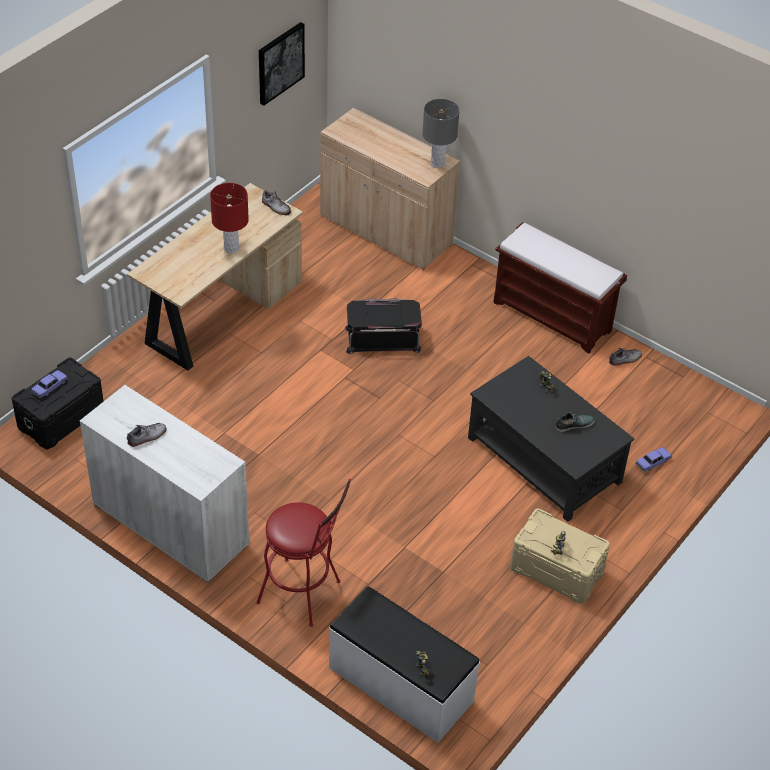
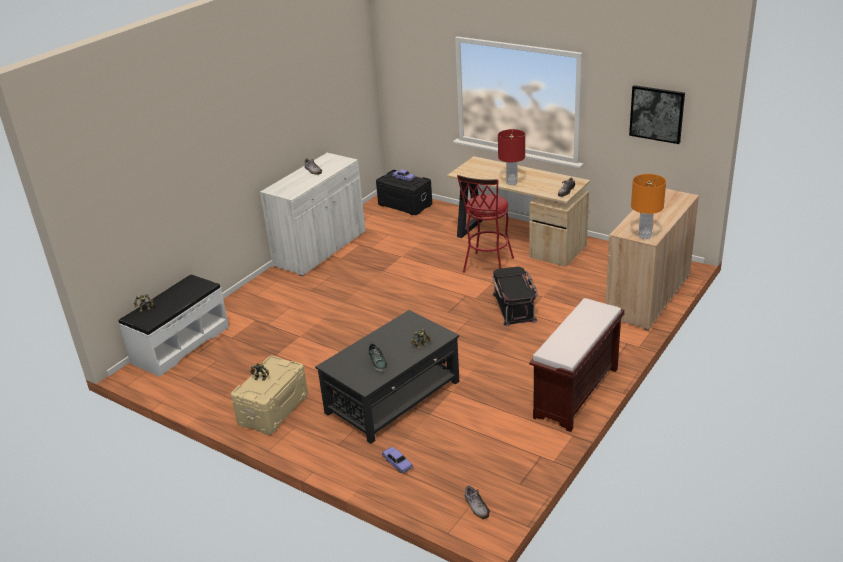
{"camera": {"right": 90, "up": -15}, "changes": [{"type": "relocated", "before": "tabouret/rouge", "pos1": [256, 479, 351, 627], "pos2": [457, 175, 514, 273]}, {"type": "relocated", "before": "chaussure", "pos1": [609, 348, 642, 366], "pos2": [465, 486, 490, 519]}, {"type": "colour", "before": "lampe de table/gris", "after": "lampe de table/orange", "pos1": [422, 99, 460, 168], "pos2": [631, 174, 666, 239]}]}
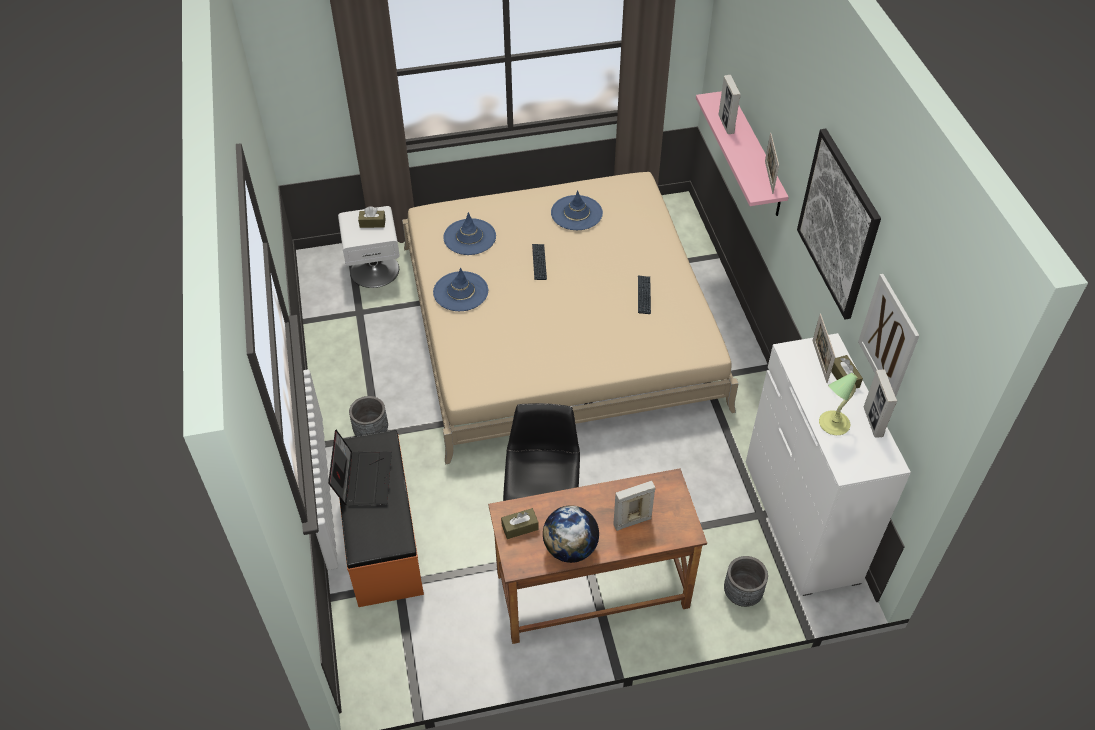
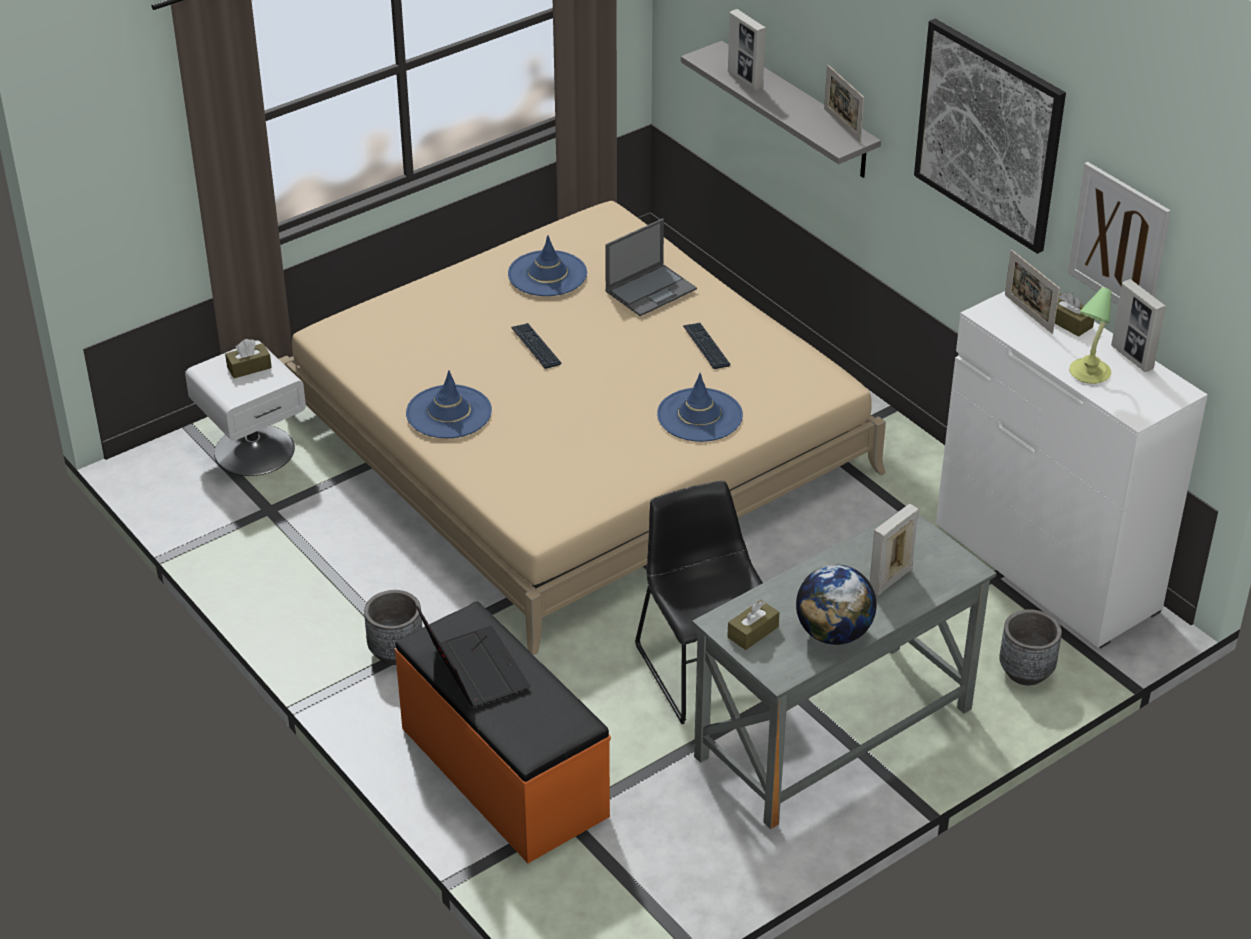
{"camera": {"right": -25, "up": -10}, "changes": [{"type": "appeared", "after": "ordinateur portable", "pos2": [605, 218, 697, 316]}, {"type": "relocated", "before": "chapeau/bleu", "pos1": [443, 212, 496, 255], "pos2": [657, 373, 743, 442]}, {"type": "colour", "before": "bureau/marron", "after": "bureau/gris", "pos1": [488, 468, 707, 644], "pos2": [692, 511, 997, 829]}, {"type": "colour", "before": "étagère/rose", "after": "étagère/gris", "pos1": [696, 91, 789, 216], "pos2": [681, 41, 881, 178]}]}
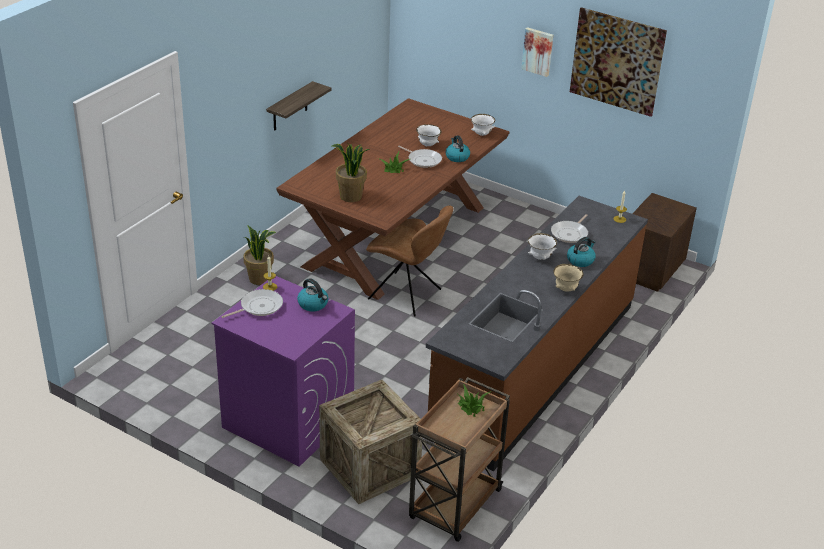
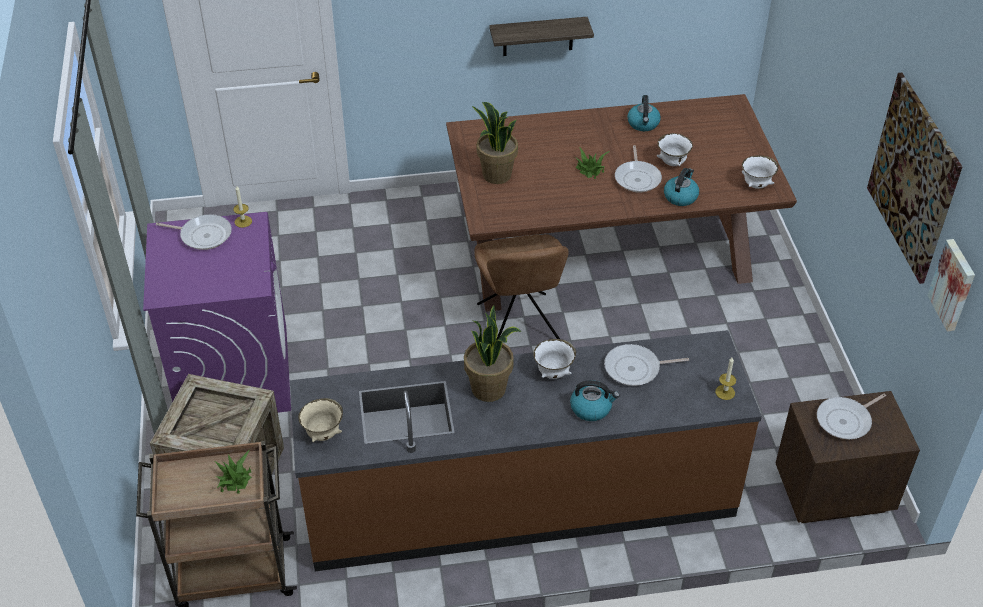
{"camera": {"right": 50, "up": 10}, "changes": [{"type": "appeared", "after": "poêle", "pos2": [817, 394, 886, 439]}, {"type": "relocated", "before": "plante en pot", "pos1": [243, 225, 276, 285], "pos2": [464, 305, 521, 402]}, {"type": "relocated", "before": "bouilloire", "pos1": [297, 278, 328, 312], "pos2": [627, 95, 661, 131]}, {"type": "relocated", "before": "tableau", "pos1": [521, 27, 553, 77], "pos2": [927, 239, 975, 331]}, {"type": "relocated", "before": "bol/beige", "pos1": [553, 264, 584, 292], "pos2": [298, 398, 343, 442]}]}
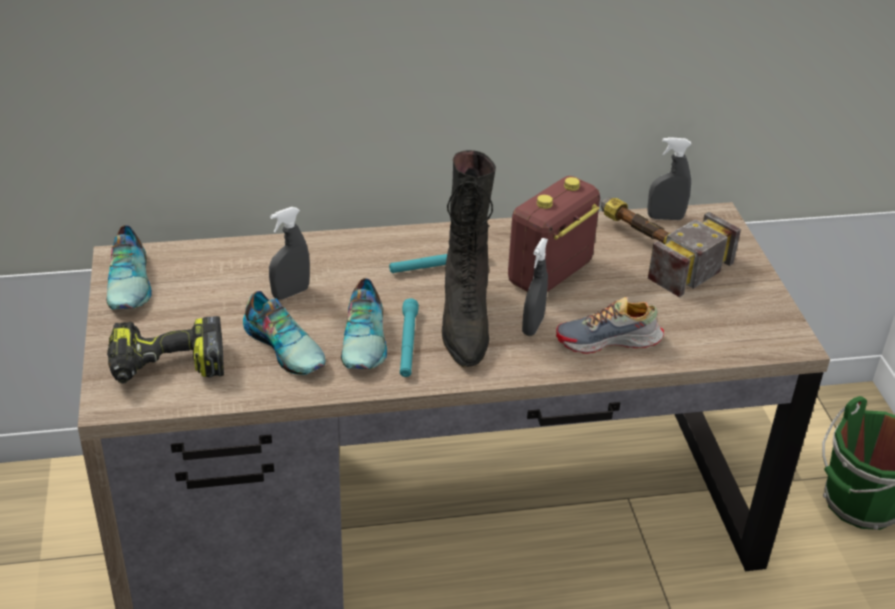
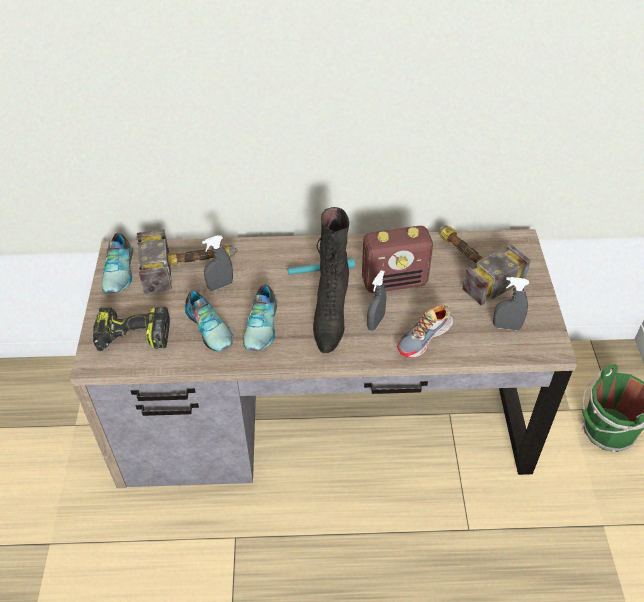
{"camera": {"right": 10, "up": 10}, "changes": [{"type": "missing", "before": "lampe de poche/turquoise", "pos1": [400, 298, 419, 377]}, {"type": "appeared", "after": "marteau", "pos2": [137, 229, 237, 294]}, {"type": "relocated", "before": "vaporisateur/gris", "pos1": [647, 137, 691, 220], "pos2": [493, 277, 529, 330]}, {"type": "spun", "before": "radio", "pos1": [508, 176, 600, 292], "pos2": [362, 226, 433, 293], "turn": -150}, {"type": "spun", "before": "chaussure", "pos1": [556, 297, 664, 354], "pos2": [397, 304, 453, 358], "turn": -45}]}
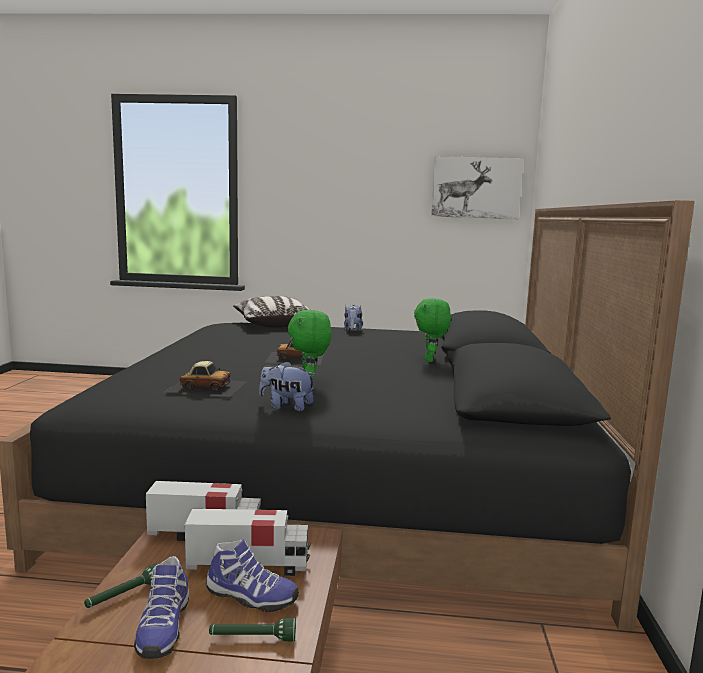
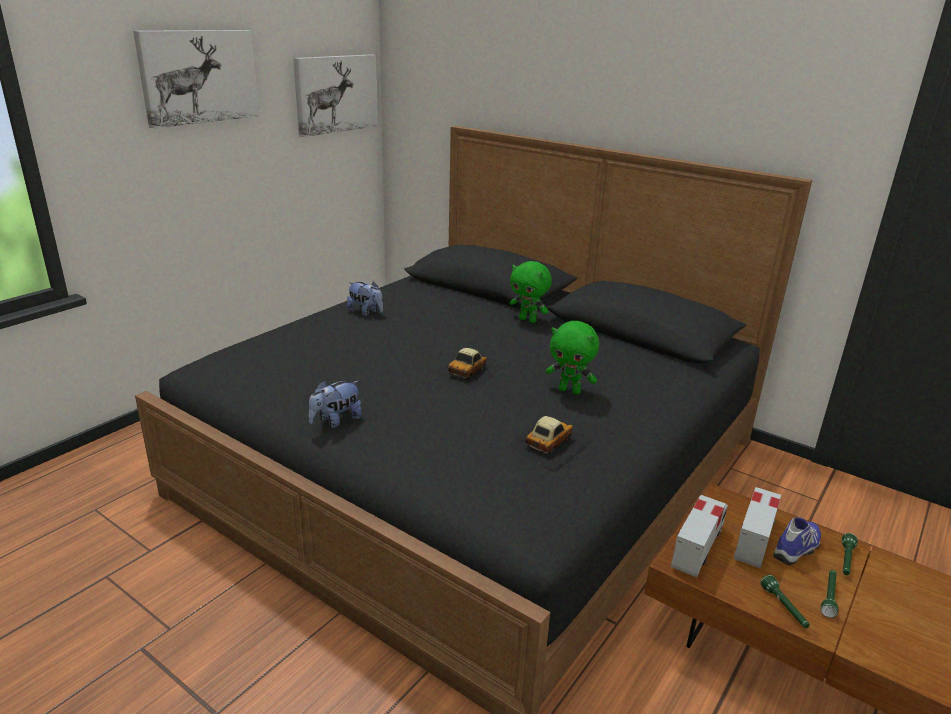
{"camera": {"right": -60, "up": 15}, "changes": [{"type": "missing", "before": "coussin", "pos1": [233, 296, 310, 327]}, {"type": "appeared", "after": "tableau", "pos2": [133, 30, 259, 128]}, {"type": "relocated", "before": "peluche", "pos1": [259, 361, 316, 412], "pos2": [308, 381, 362, 428]}, {"type": "exchanged", "before": "chaussure", "after": "lampe de poche/vert", "pos1": [134, 556, 189, 659], "pos2": [821, 570, 839, 618]}]}
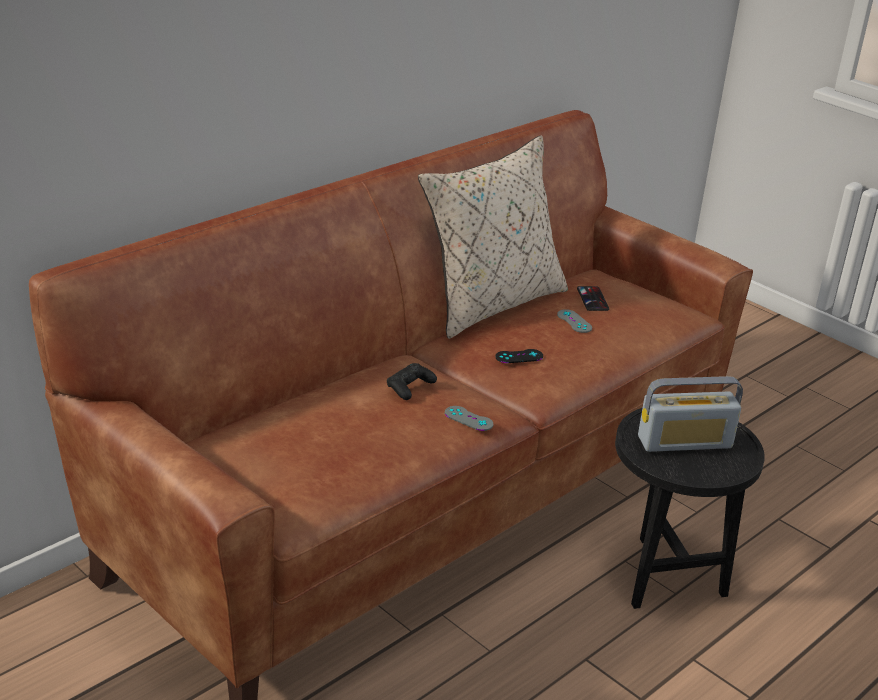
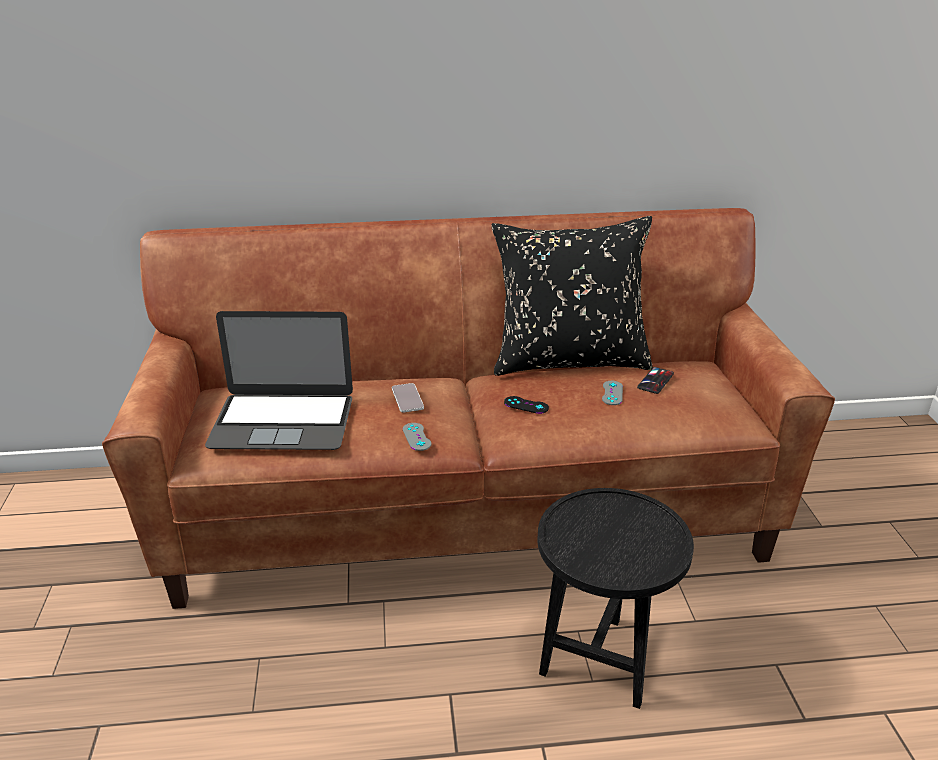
{"camera": {"right": 40, "up": 0}, "changes": [{"type": "missing", "before": "radio", "pos1": [638, 376, 743, 452]}, {"type": "appeared", "after": "ordinateur portable", "pos2": [205, 311, 353, 450]}, {"type": "exchanged", "before": "manette/noir", "after": "téléphone", "pos1": [387, 363, 437, 400], "pos2": [392, 383, 424, 413]}, {"type": "colour", "before": "coussin/beige", "after": "coussin/noir", "pos1": [418, 135, 568, 339], "pos2": [491, 216, 653, 376]}]}
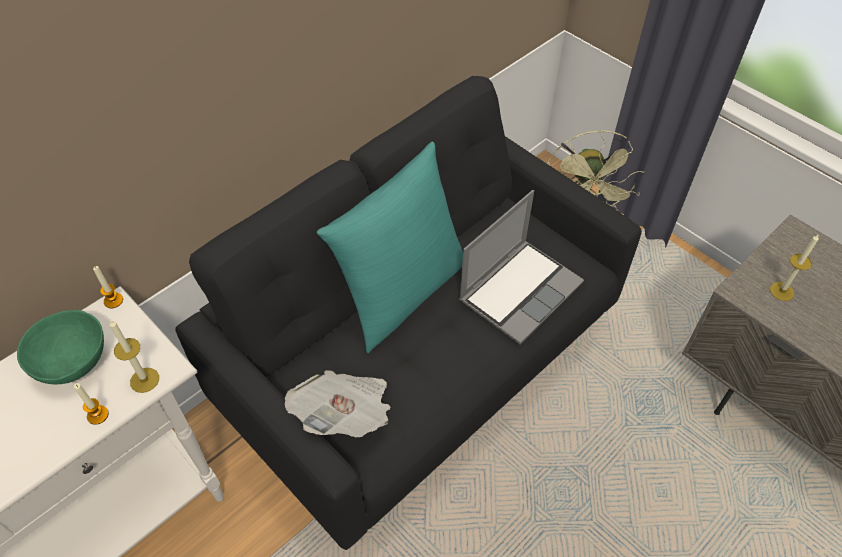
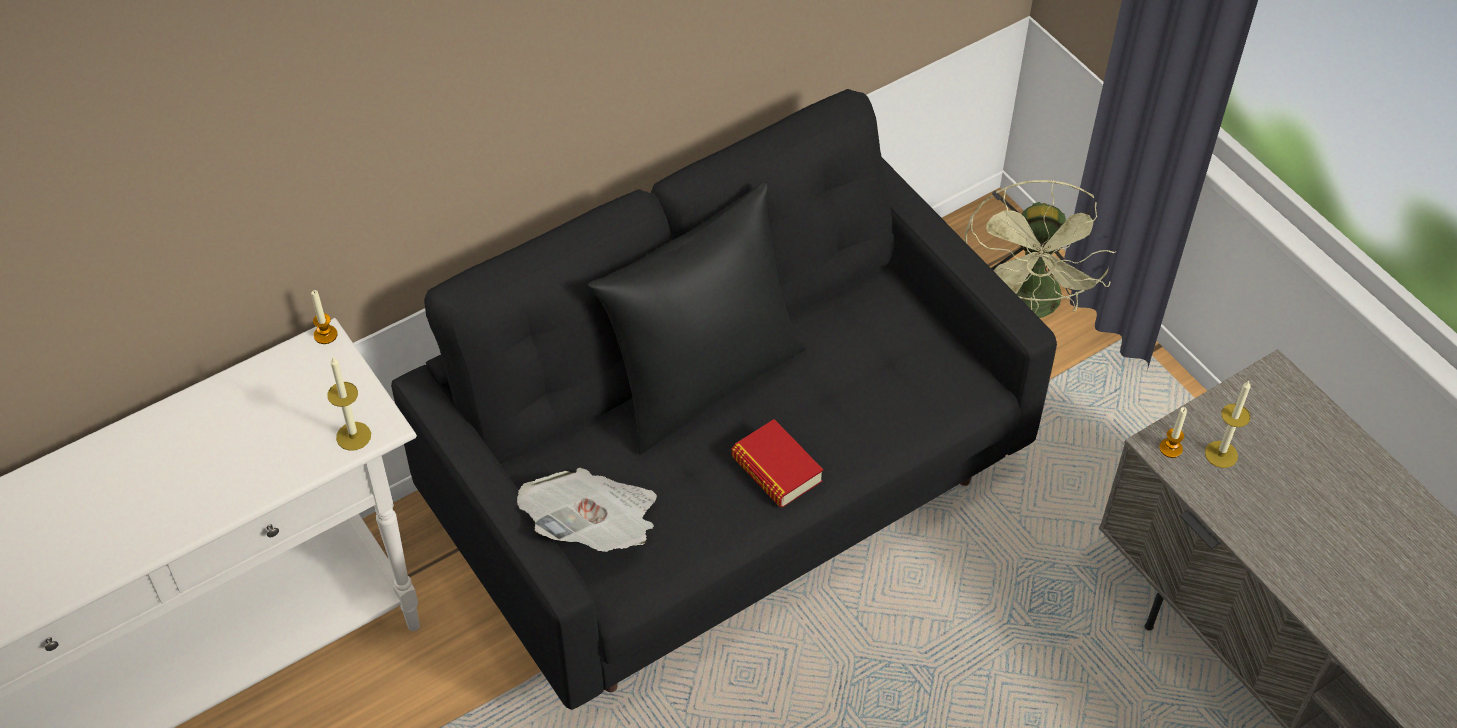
{"camera": {"right": 10, "up": 0}, "changes": [{"type": "missing", "before": "bol/vert", "pos1": [17, 310, 104, 384]}, {"type": "missing", "before": "ordinateur portable", "pos1": [459, 190, 584, 344]}, {"type": "appeared", "after": "livre", "pos2": [731, 419, 823, 507]}, {"type": "relocated", "before": "bougie", "pos1": [74, 383, 109, 425], "pos2": [1159, 407, 1187, 458]}, {"type": "colour", "before": "coussin/turquoise", "after": "coussin/noir", "pos1": [317, 142, 463, 353], "pos2": [588, 181, 806, 455]}]}
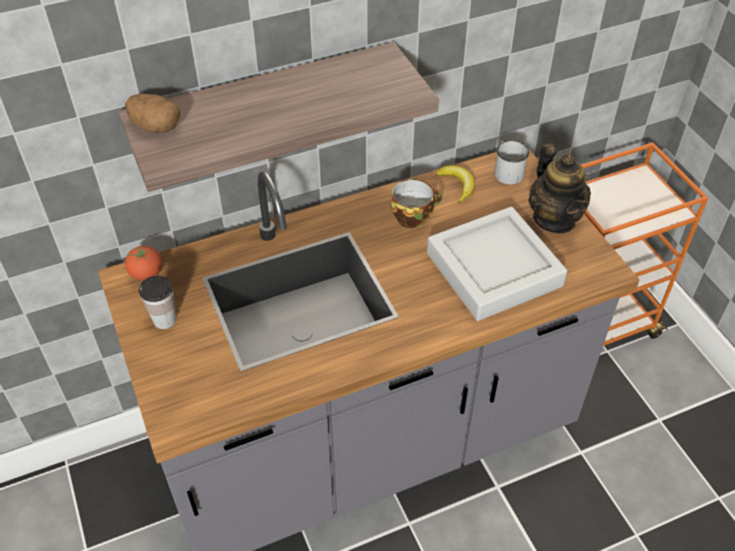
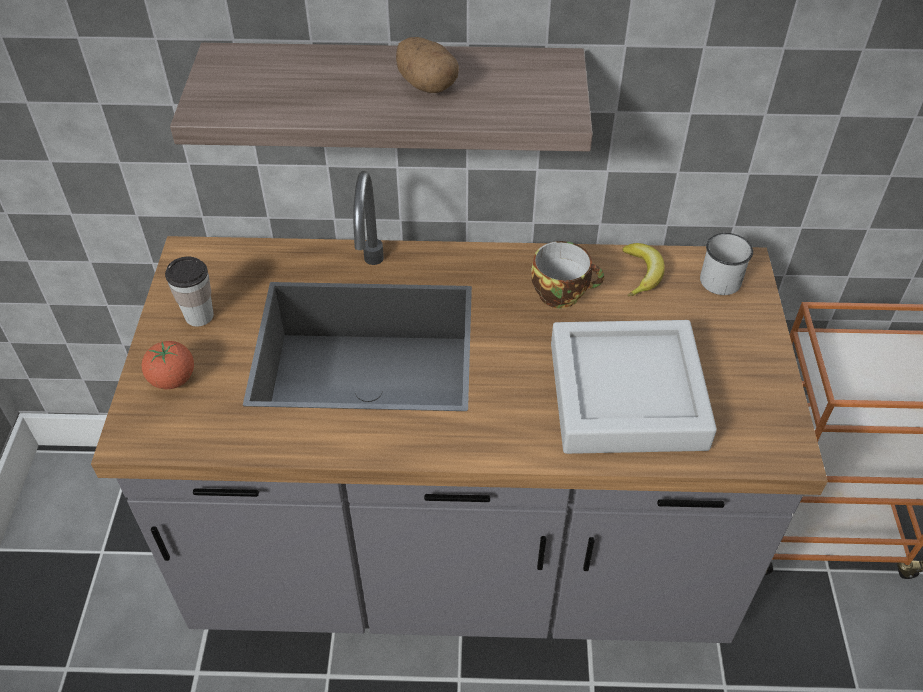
{"camera": {"right": 25, "up": 0}, "changes": [{"type": "missing", "before": "théière", "pos1": [528, 144, 591, 234]}, {"type": "relocated", "before": "pomme de terre", "pos1": [125, 94, 180, 133], "pos2": [396, 37, 459, 93]}, {"type": "relocated", "before": "tomate", "pos1": [125, 246, 162, 280], "pos2": [142, 341, 194, 389]}]}
